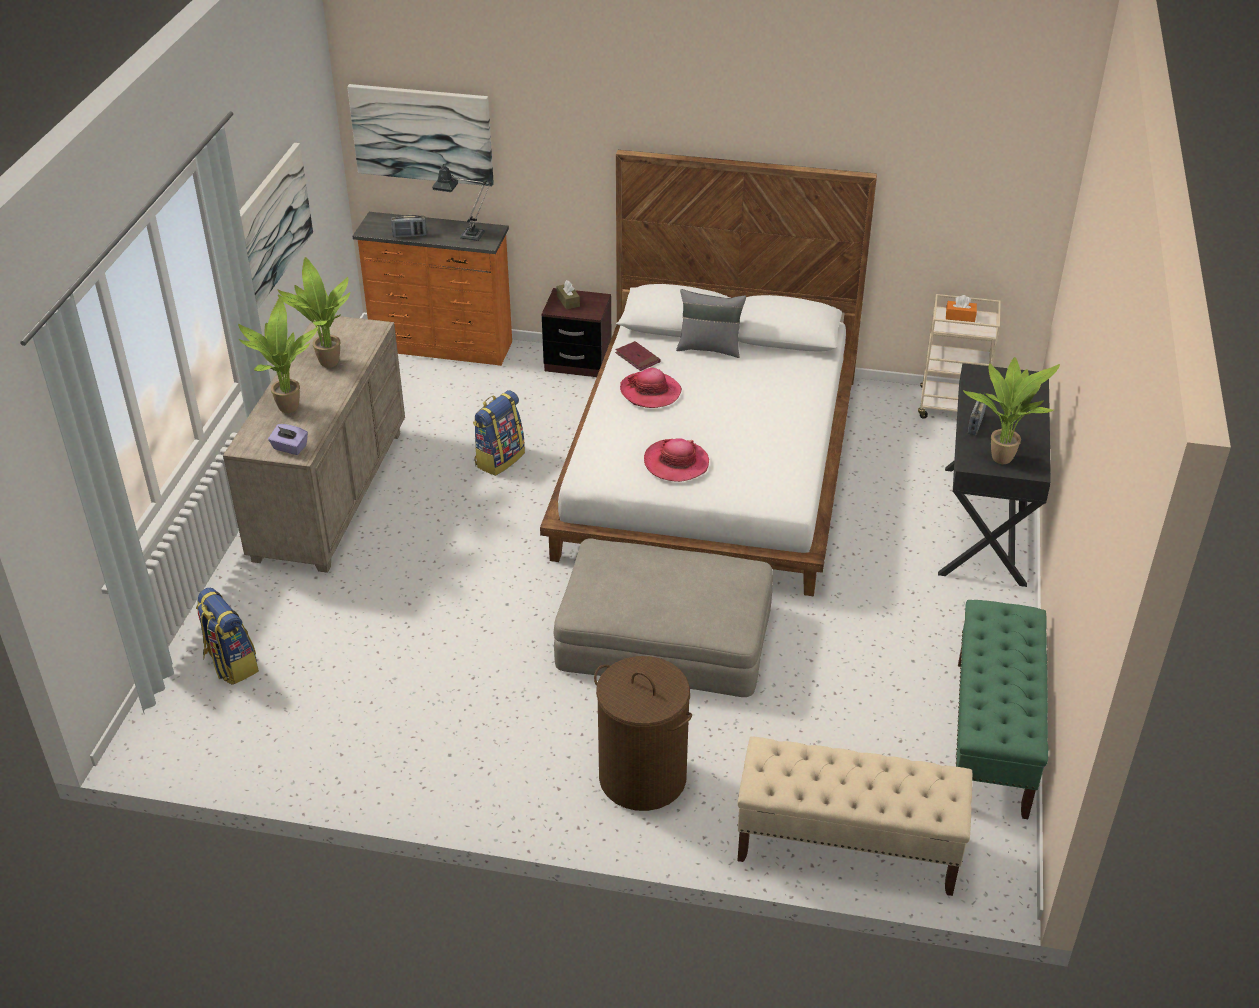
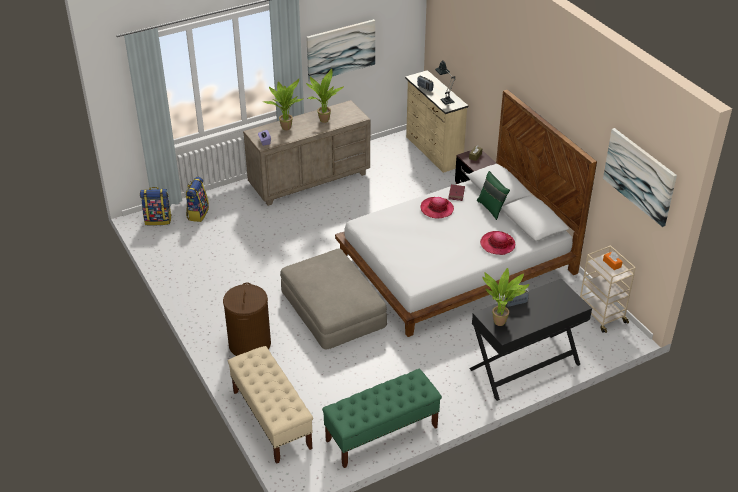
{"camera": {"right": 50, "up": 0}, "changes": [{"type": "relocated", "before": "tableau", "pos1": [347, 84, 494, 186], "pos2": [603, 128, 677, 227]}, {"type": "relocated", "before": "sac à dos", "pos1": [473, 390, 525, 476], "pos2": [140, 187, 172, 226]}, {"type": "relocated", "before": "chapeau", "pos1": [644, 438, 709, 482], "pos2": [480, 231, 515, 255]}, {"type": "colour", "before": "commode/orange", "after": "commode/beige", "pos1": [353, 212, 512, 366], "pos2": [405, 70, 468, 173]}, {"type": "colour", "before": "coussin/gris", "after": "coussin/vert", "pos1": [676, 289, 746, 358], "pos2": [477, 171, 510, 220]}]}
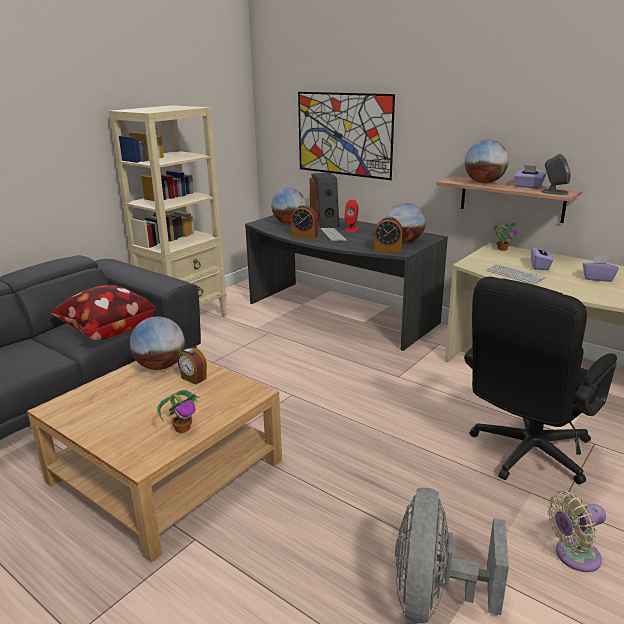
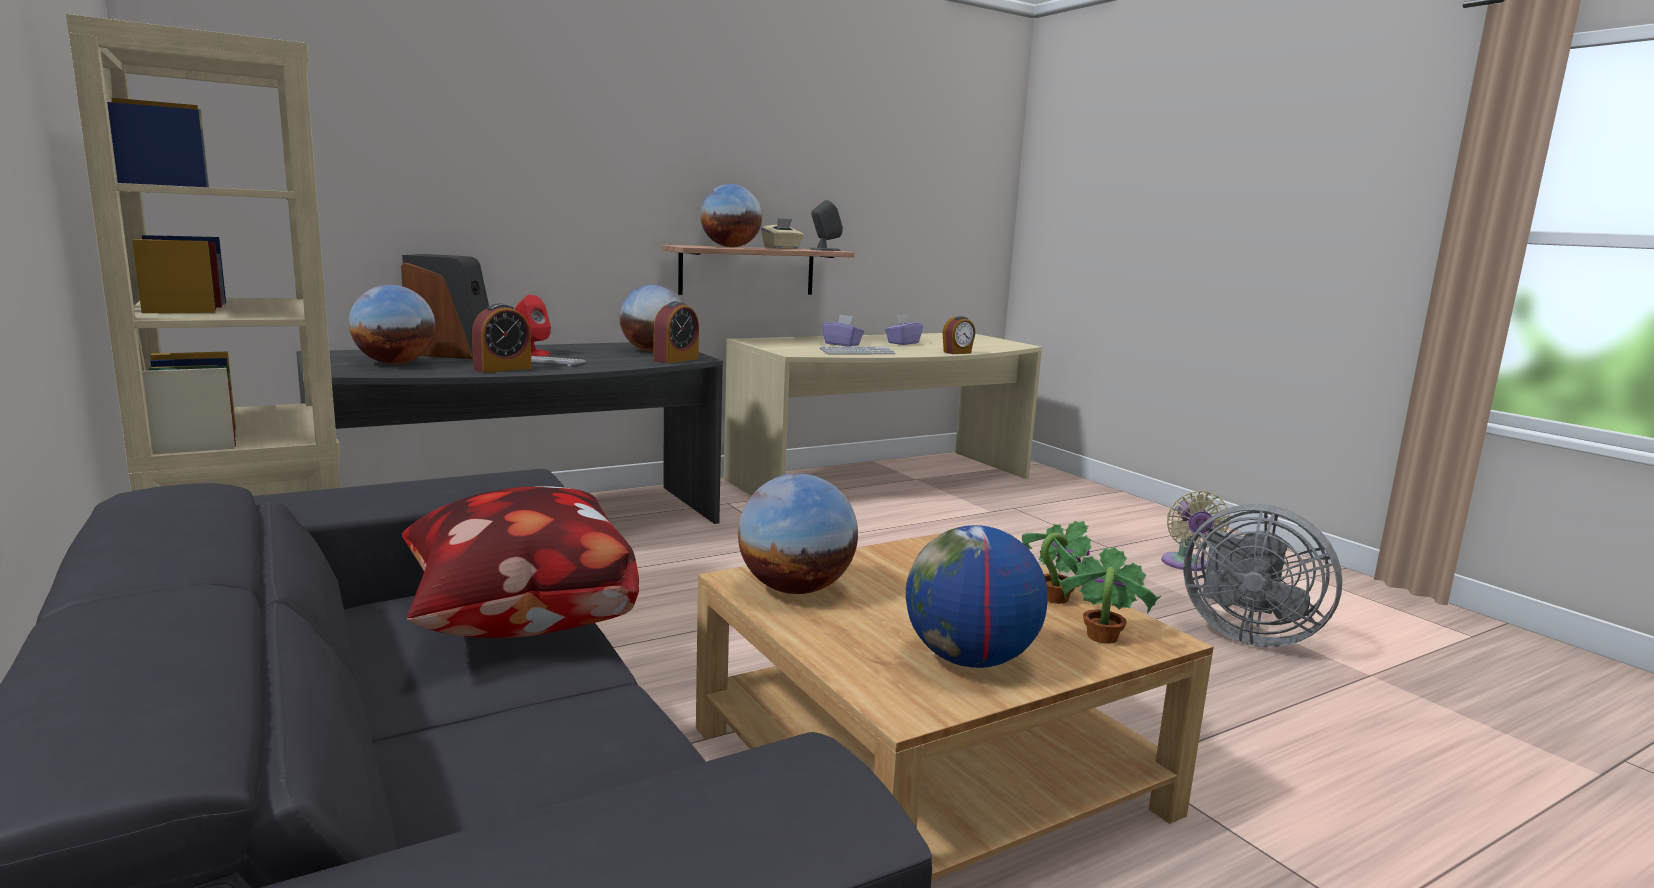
{"camera": {"right": -70, "up": -10}, "changes": [{"type": "missing", "before": "tableau", "pos1": [298, 92, 395, 180]}, {"type": "missing", "before": "chaise de bureau/noir", "pos1": [464, 277, 617, 484]}, {"type": "appeared", "after": "globe", "pos2": [906, 525, 1048, 668]}, {"type": "relocated", "before": "réveil", "pos1": [177, 347, 207, 385], "pos2": [943, 316, 976, 354]}, {"type": "relocated", "before": "plante en pot", "pos1": [494, 222, 516, 251], "pos2": [1058, 547, 1161, 644]}, {"type": "colour", "before": "boîte à mouchoirs/violet", "after": "boîte à mouchoirs/beige", "pos1": [514, 165, 547, 189], "pos2": [761, 218, 804, 249]}]}
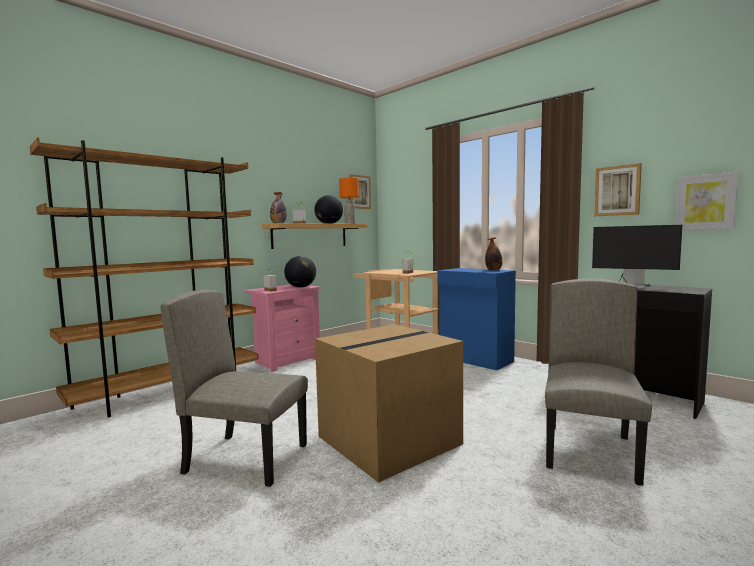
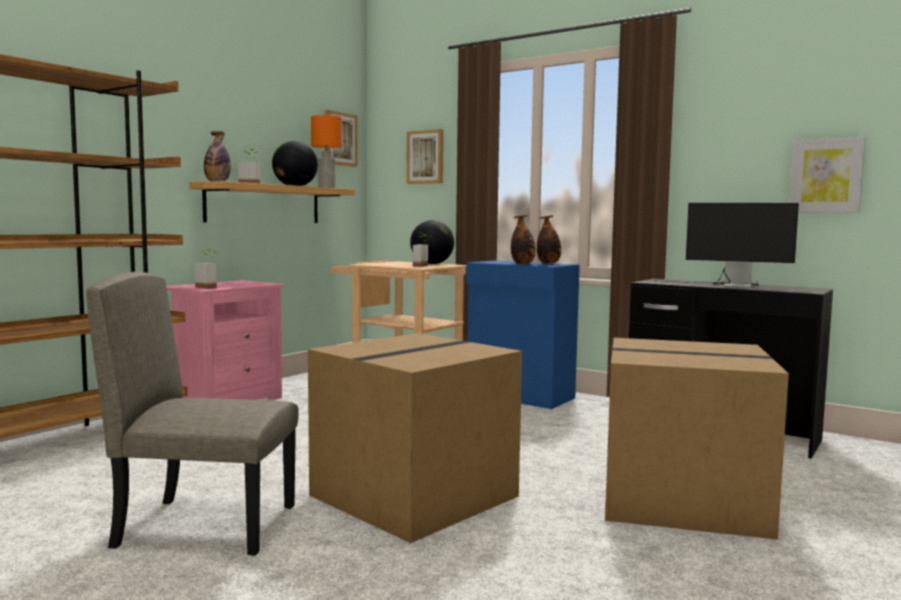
{"camera": {"right": -10, "up": 0}, "changes": [{"type": "appeared", "after": "bouteille", "pos2": [511, 215, 536, 264]}, {"type": "relocated", "before": "globe", "pos1": [284, 256, 316, 288], "pos2": [410, 220, 454, 264]}, {"type": "relocated", "before": "tableau", "pos1": [594, 163, 642, 216], "pos2": [406, 129, 443, 184]}, {"type": "exchanged", "before": "chaise/beige", "after": "carton", "pos1": [545, 279, 652, 486], "pos2": [605, 338, 789, 540]}]}
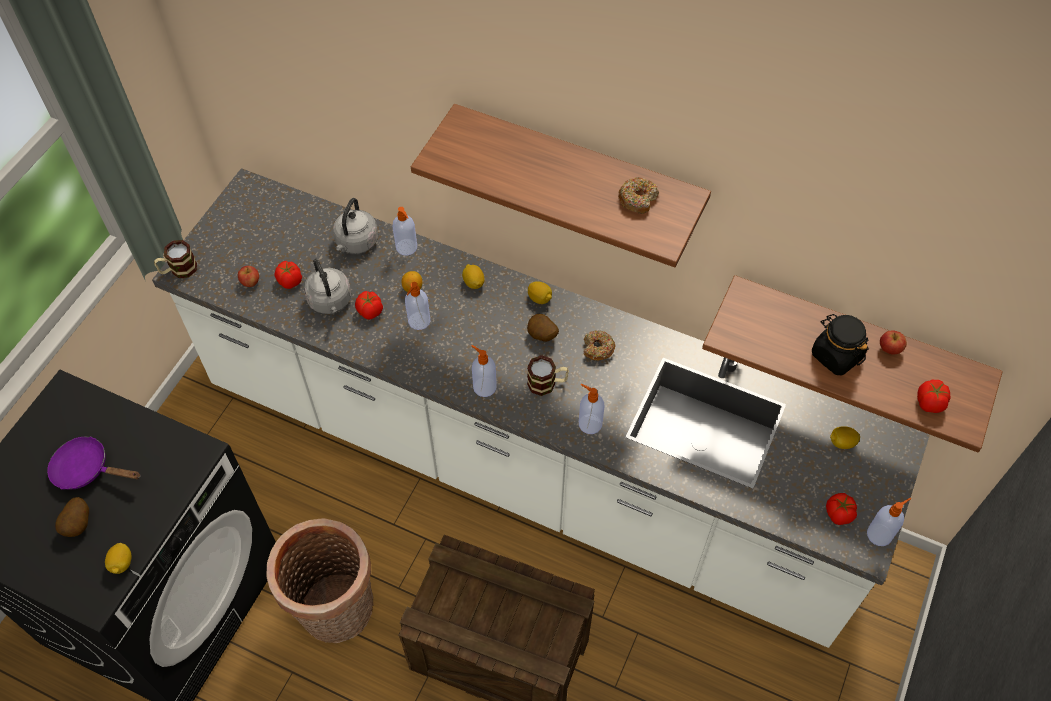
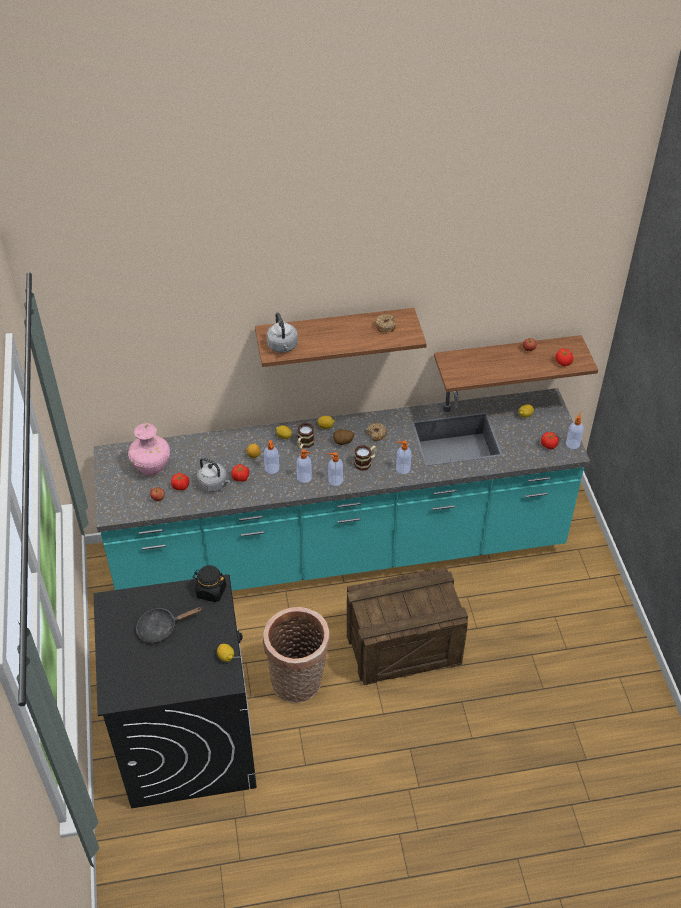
{"camera": {"right": -35, "up": -10}, "changes": [{"type": "missing", "before": "pomme de terre", "pos1": [55, 497, 89, 537]}, {"type": "appeared", "after": "vase/rose", "pos2": [128, 423, 170, 476]}, {"type": "relocated", "before": "mug", "pos1": [154, 240, 197, 278], "pos2": [298, 423, 314, 449]}, {"type": "relocated", "before": "bouilloire/gris", "pos1": [333, 198, 378, 254], "pos2": [266, 312, 298, 353]}, {"type": "relocated", "before": "distributeur de savon", "pos1": [393, 207, 417, 255], "pos2": [297, 449, 312, 483]}, {"type": "relocated", "before": "bocal/noir", "pos1": [812, 314, 869, 375], "pos2": [192, 565, 227, 602]}, {"type": "colour", "before": "poêle/violet", "after": "poêle/noir", "pos1": [47, 436, 141, 490], "pos2": [136, 607, 202, 643]}, {"type": "colour", "before": "comptoir de cuisine/blanc", "after": "comptoir de cuisine/turquoise", "pos1": [152, 168, 930, 648], "pos2": [94, 388, 590, 591]}]}
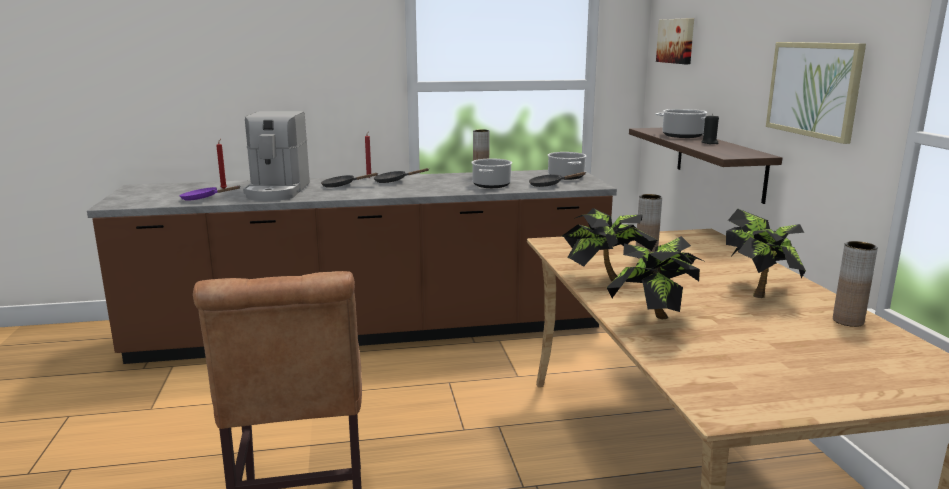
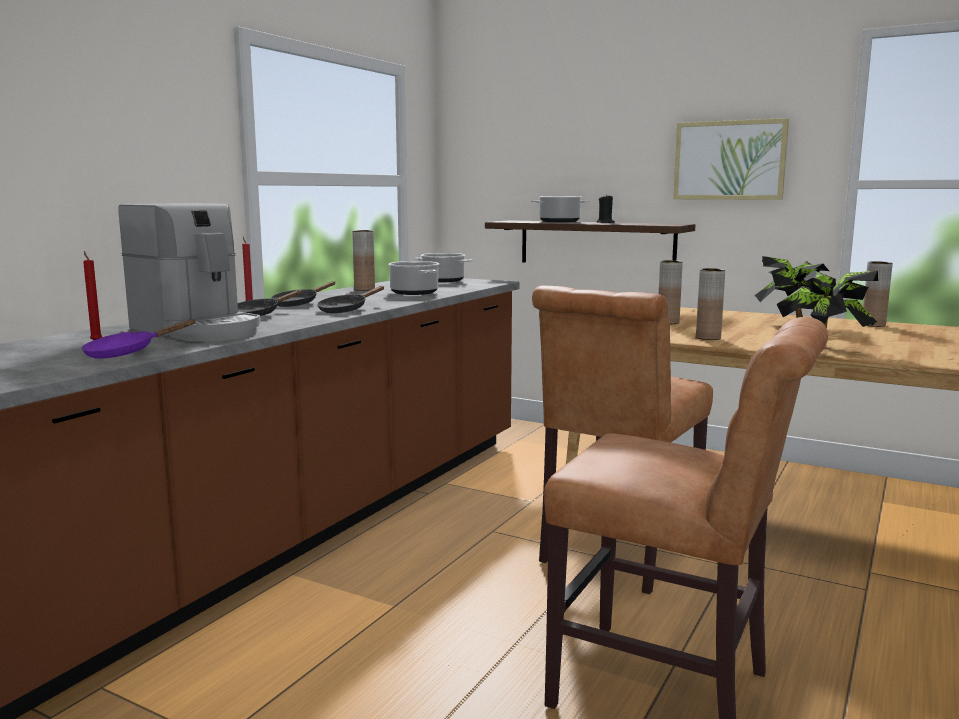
{"camera": {"right": -50, "up": -5}, "changes": [{"type": "missing", "before": "tableau", "pos1": [656, 18, 694, 64]}, {"type": "appeared", "after": "chaise/marron", "pos2": [532, 286, 713, 594]}, {"type": "relocated", "before": "poêle/noir", "pos1": [529, 172, 585, 187], "pos2": [317, 286, 384, 313]}, {"type": "exchanged", "before": "plante en pot", "after": "vase/marron", "pos1": [561, 208, 657, 281], "pos2": [696, 268, 725, 340]}]}
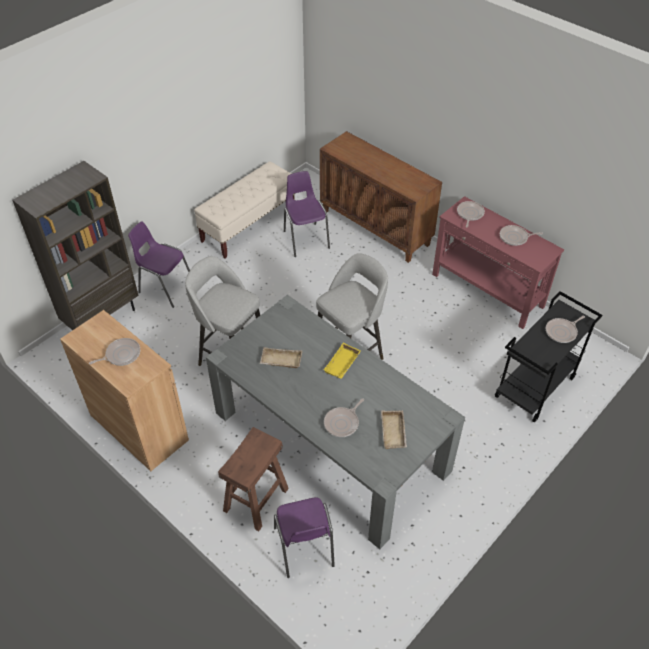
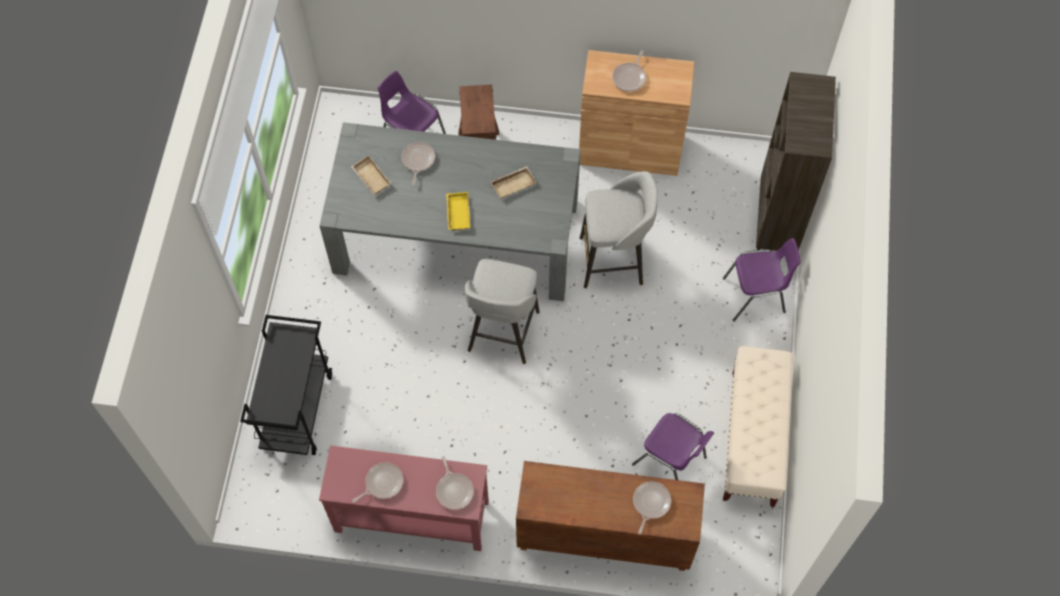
{"camera": {"right": 145, "up": 15}, "changes": [{"type": "relocated", "before": "poêle", "pos1": [546, 316, 585, 343], "pos2": [633, 481, 671, 535]}]}
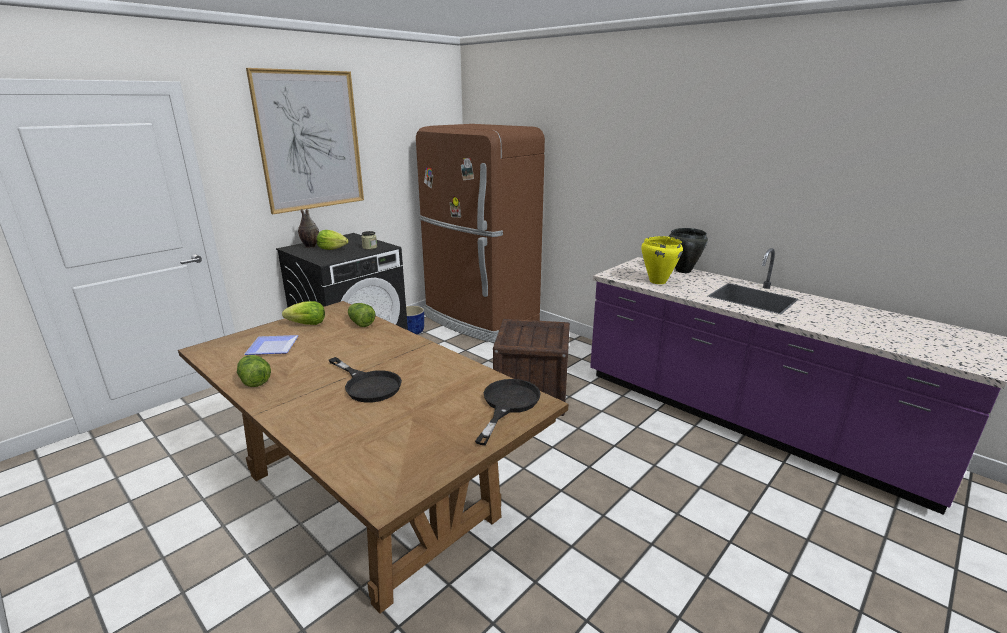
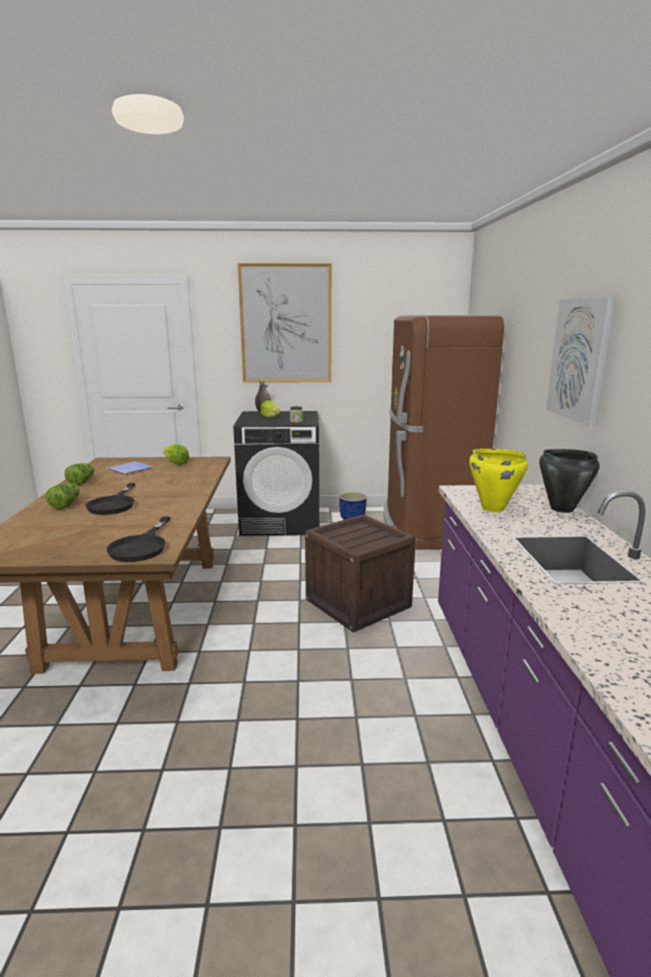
{"camera": {"right": 45, "up": -5}, "changes": [{"type": "appeared", "after": "tableau", "pos2": [546, 297, 616, 427]}, {"type": "relocated", "before": "laitue", "pos1": [348, 303, 376, 327], "pos2": [46, 483, 80, 509]}, {"type": "spun", "before": "poêle/noir", "pos1": [475, 379, 541, 446], "pos2": [107, 516, 170, 562], "turn": 120}]}
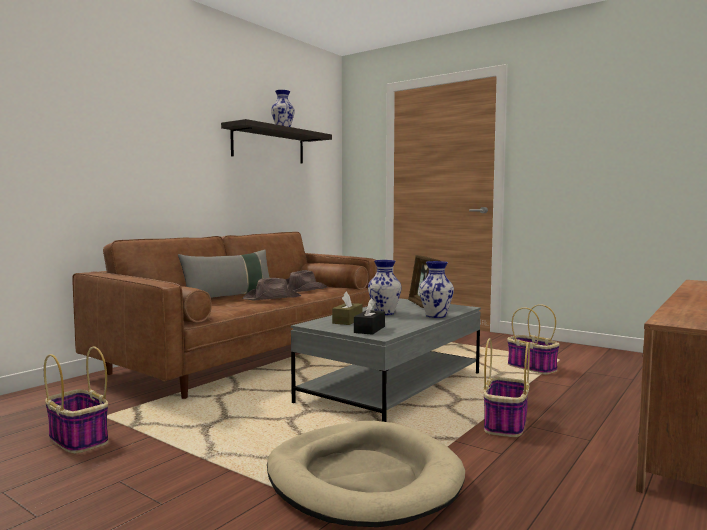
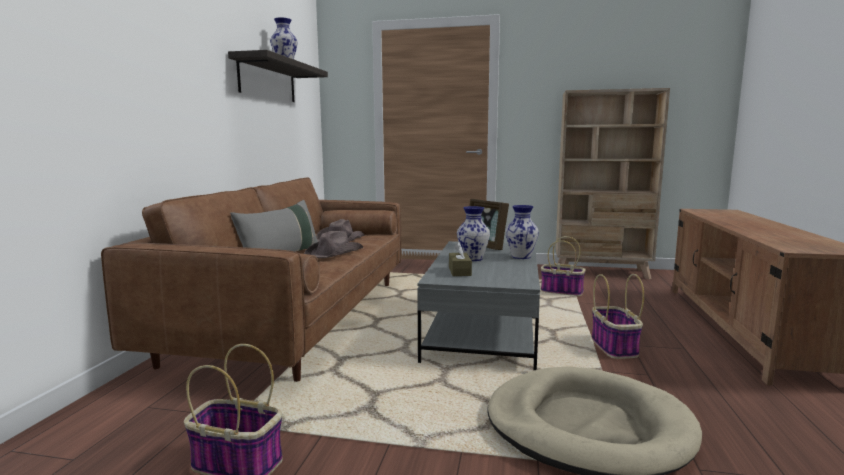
{"camera": {"right": -25, "up": 5}, "changes": [{"type": "missing", "before": "boîte à mouchoirs/noir", "pos1": [354, 298, 385, 335]}, {"type": "appeared", "after": "bibliothèque/beige", "pos2": [556, 88, 670, 279]}]}
